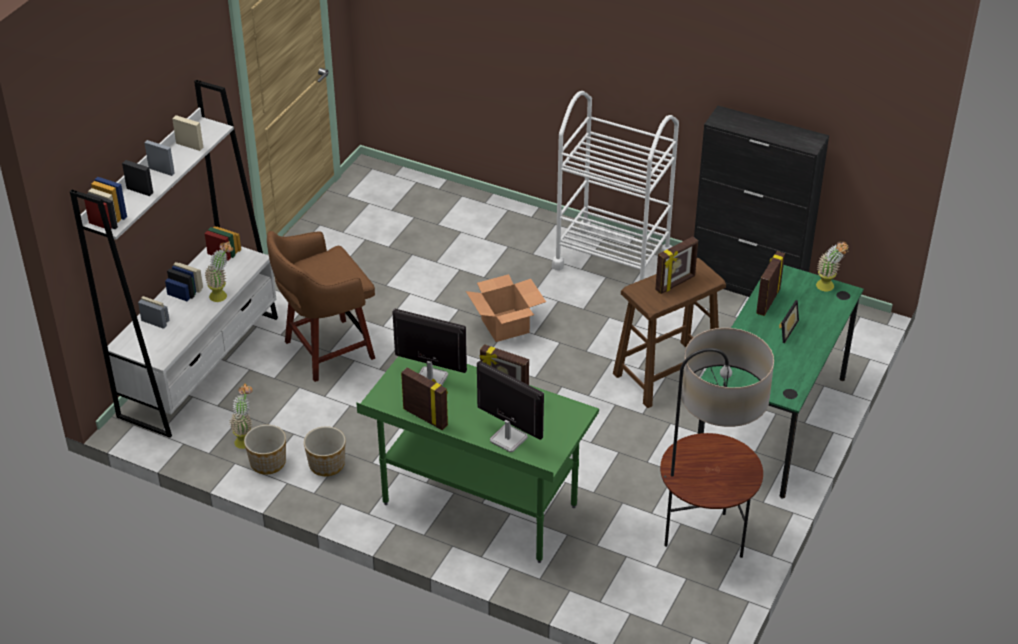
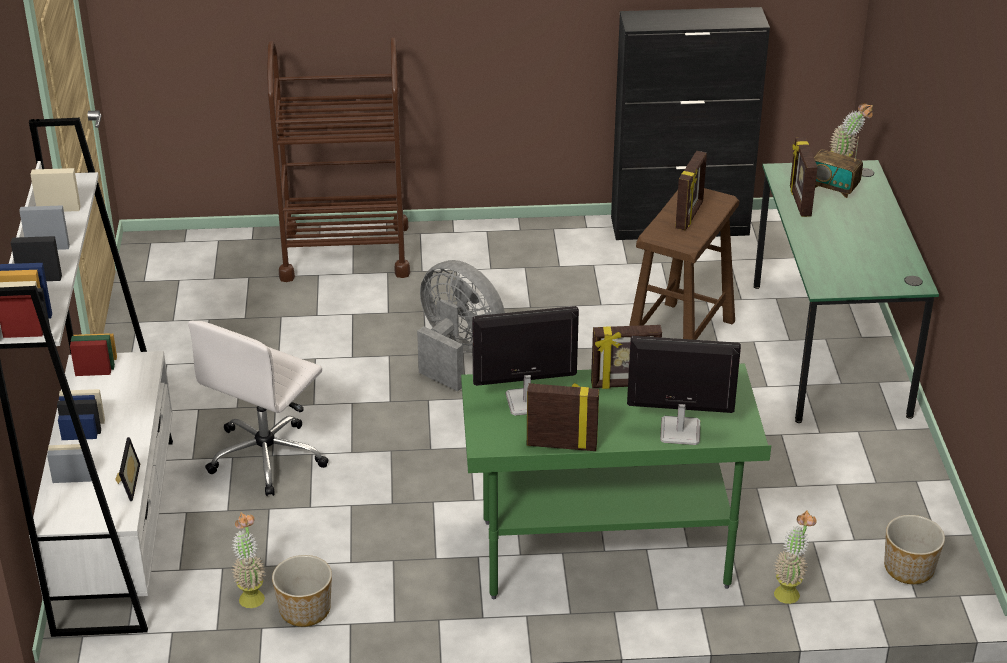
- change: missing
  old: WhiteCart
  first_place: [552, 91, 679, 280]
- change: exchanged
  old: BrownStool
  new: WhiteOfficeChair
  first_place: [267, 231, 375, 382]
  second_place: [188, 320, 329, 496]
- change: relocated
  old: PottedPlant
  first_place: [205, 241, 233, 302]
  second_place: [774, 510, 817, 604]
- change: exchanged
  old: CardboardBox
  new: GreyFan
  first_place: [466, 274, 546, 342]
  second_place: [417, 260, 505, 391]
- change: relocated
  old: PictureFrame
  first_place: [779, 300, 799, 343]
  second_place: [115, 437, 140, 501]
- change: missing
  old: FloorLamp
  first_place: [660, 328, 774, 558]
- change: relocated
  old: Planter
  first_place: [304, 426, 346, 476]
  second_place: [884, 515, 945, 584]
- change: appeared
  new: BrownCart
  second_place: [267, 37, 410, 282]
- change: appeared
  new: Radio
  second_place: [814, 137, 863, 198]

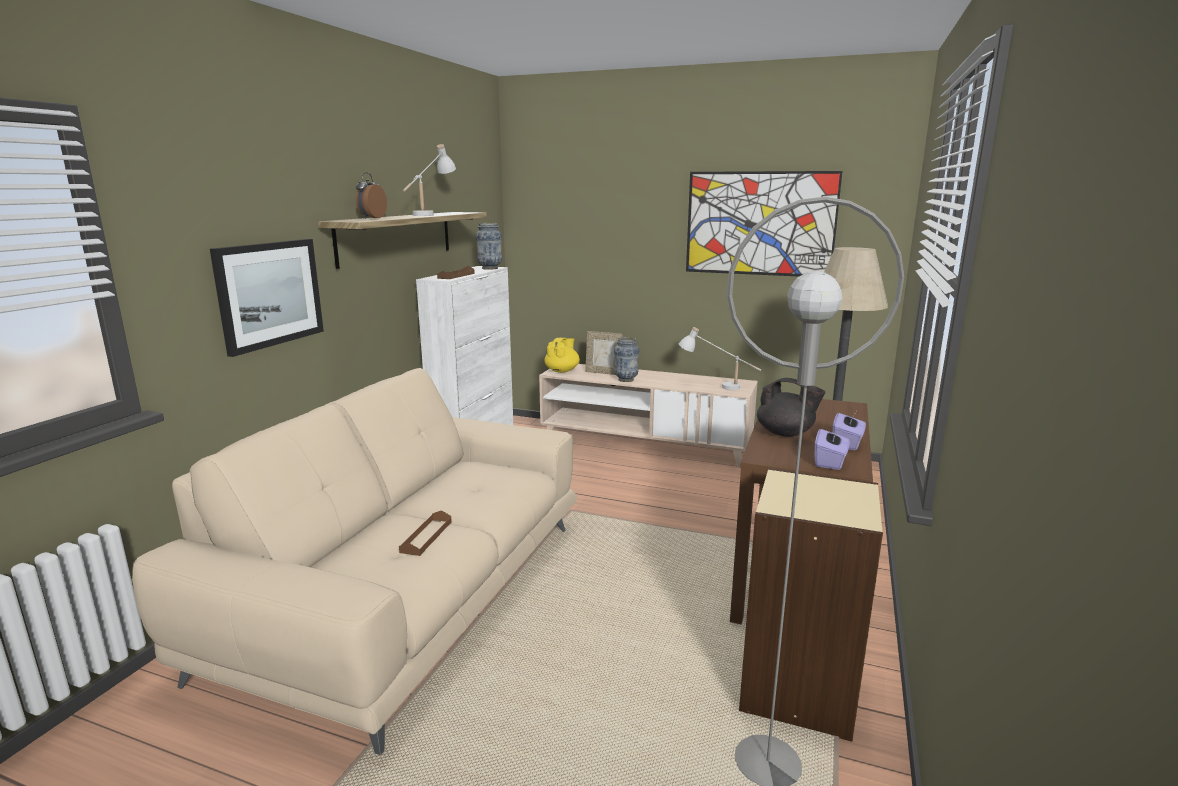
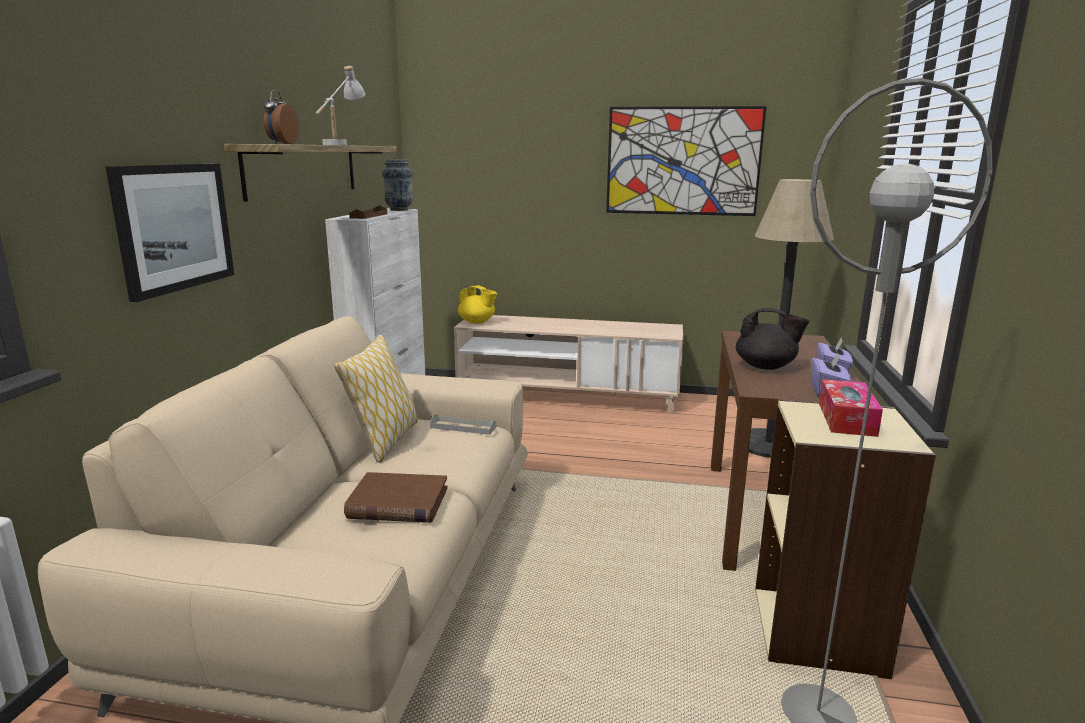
- change: missing
  old: WhiteTableLamp
  first_place: [679, 327, 761, 390]
- change: missing
  old: PictureFrame
  first_place: [585, 331, 623, 375]
- change: missing
  old: Vase
  first_place: [614, 337, 639, 382]
- change: spun
  old: YellowTeapot
  first_place: [544, 338, 580, 373]
  second_place: [458, 286, 497, 324]
  degrees: 105
- change: exchanged
  old: BrownTray
  new: BrownBook
  first_place: [399, 510, 452, 556]
  second_place: [344, 472, 447, 523]
- change: appeared
  new: Pillow
  second_place: [334, 334, 418, 463]
- change: appeared
  new: TissueBox
  second_place: [819, 379, 883, 437]
- change: appeared
  new: GreyTray
  second_place: [430, 414, 496, 435]

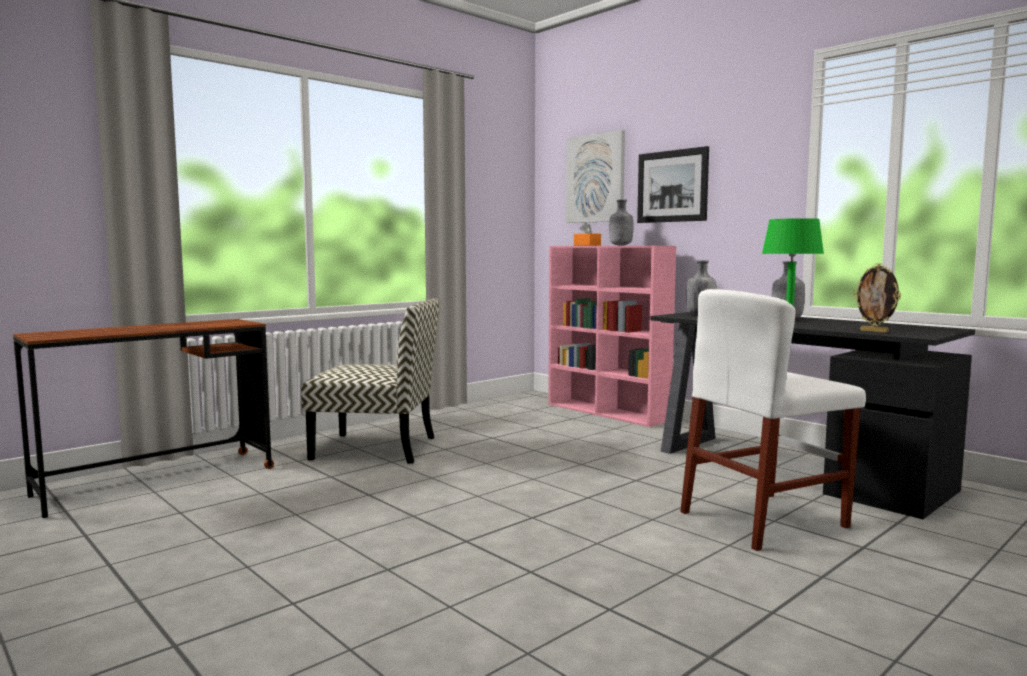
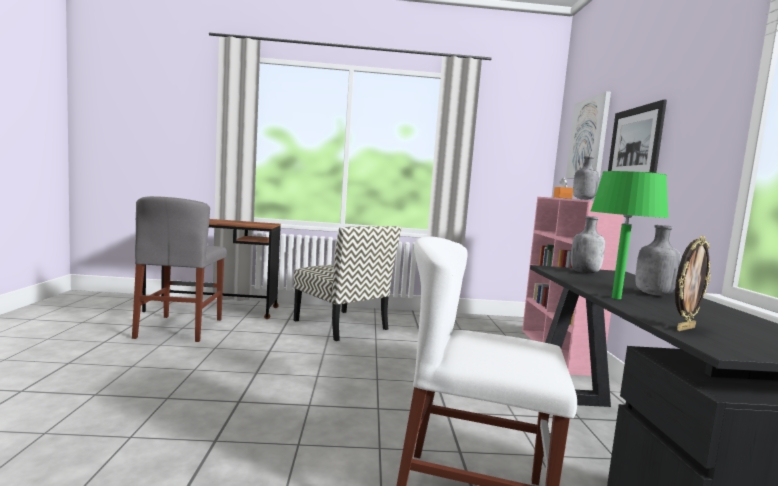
- change: spun
  old: PictureFrame
  first_place: [853, 263, 901, 333]
  second_place: [675, 236, 711, 331]
  degrees: -120
- change: appeared
  new: GreyChair
  second_place: [132, 196, 227, 342]

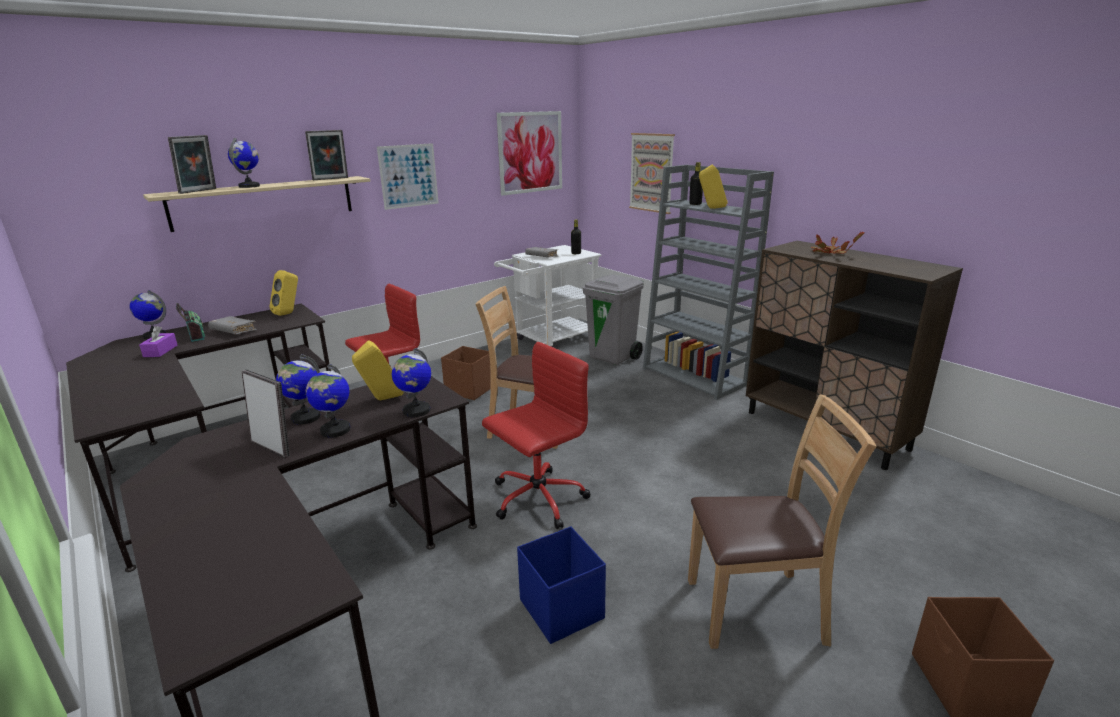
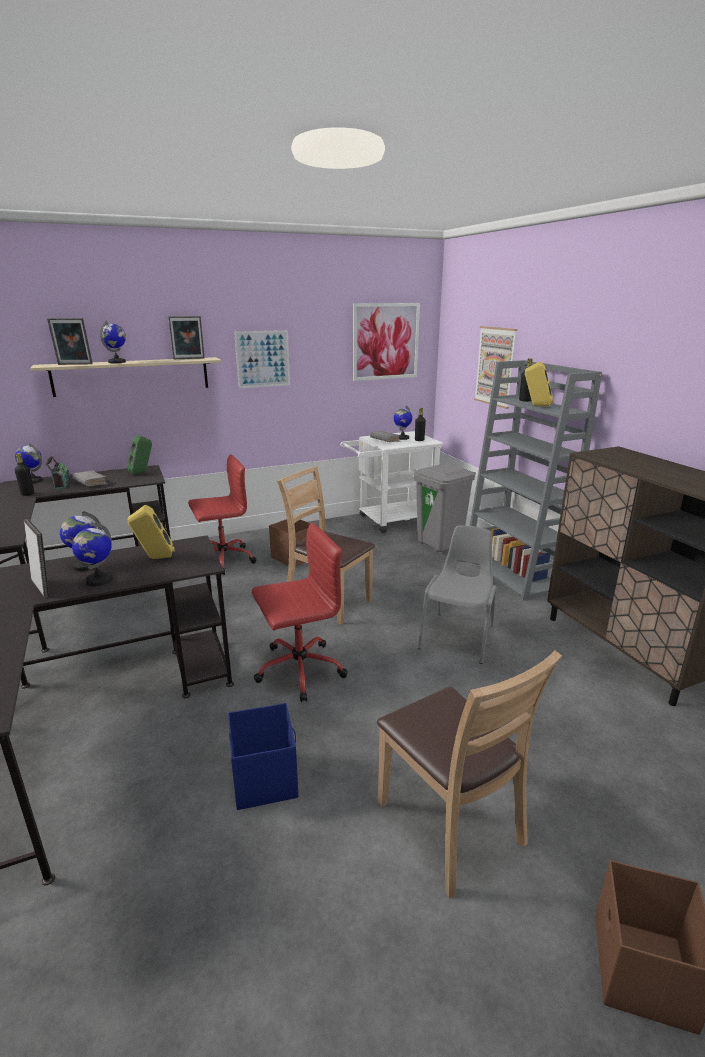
- change: spun
  old: PictureFrame
  first_place: [168, 135, 216, 194]
  second_place: [47, 318, 93, 365]
  degrees: 45
- change: missing
  old: PottedPlant
  first_place: [811, 232, 865, 254]
- change: colour
  old: YellowSpeaker
  new: GreenSpeaker
  first_place: [269, 270, 298, 316]
  second_place: [127, 435, 152, 474]
- change: exchanged
  old: PurpleTissueBox
  new: BlackBottle
  first_place: [139, 326, 178, 357]
  second_place: [15, 453, 34, 496]
- change: relocated
  old: Globe
  first_place: [392, 348, 431, 417]
  second_place: [394, 406, 412, 440]
- change: spun
  old: BrownChair
  first_place: [688, 394, 877, 649]
  second_place: [377, 650, 562, 898]
  degrees: 45
- change: appeared
  new: GreyChair
  second_place: [418, 525, 496, 664]

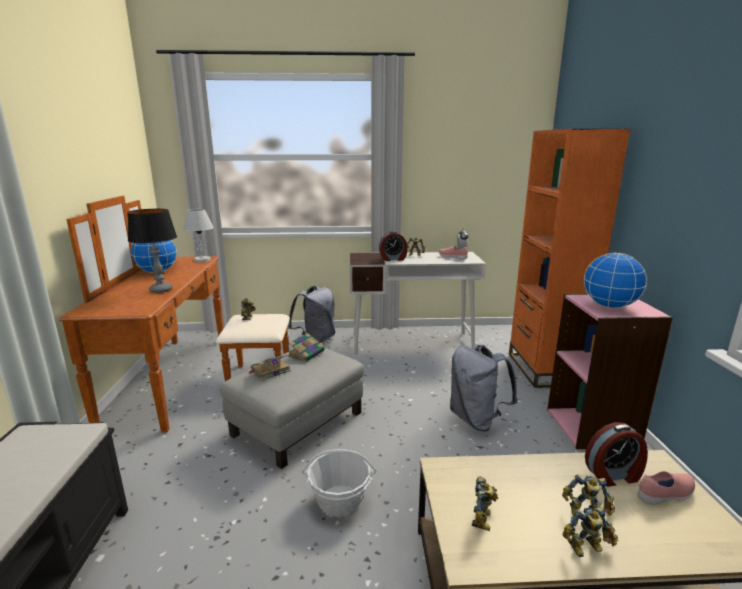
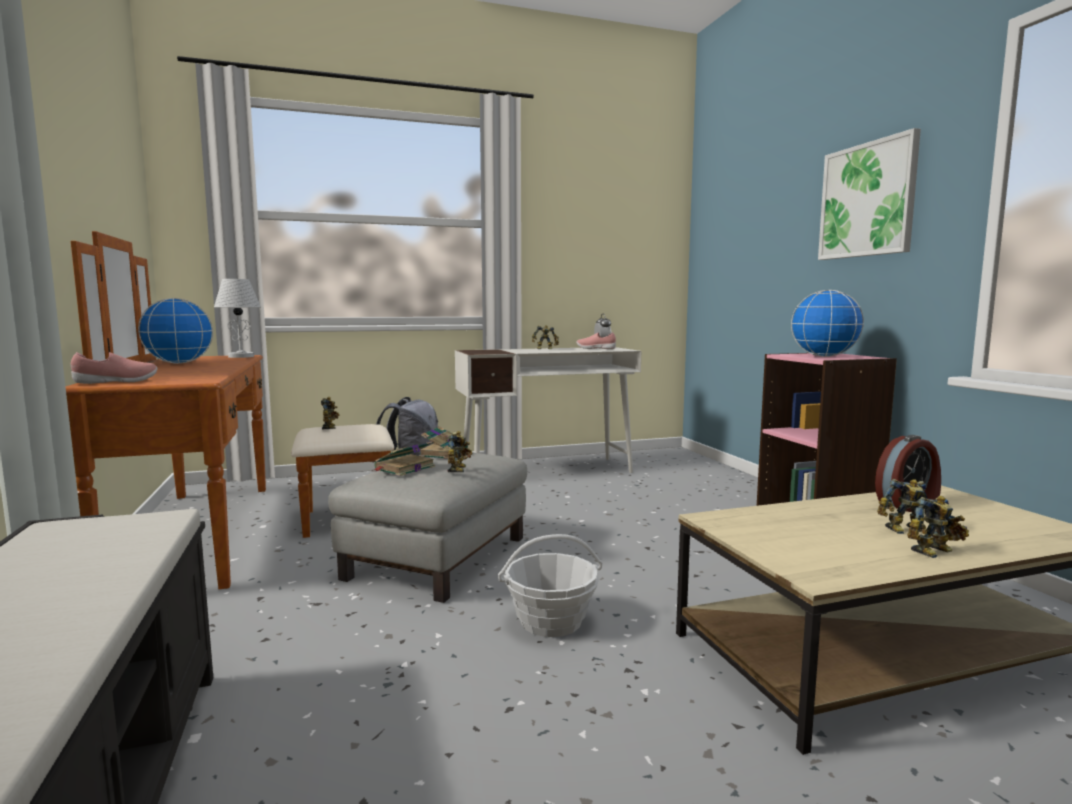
- change: missing
  old: OrangeBookcase
  first_place: [509, 129, 631, 388]
- change: missing
  old: TableLamp
  first_place: [128, 209, 177, 293]
- change: missing
  old: AlarmClock
  first_place: [379, 231, 408, 261]
- change: missing
  old: GreyBackpack
  first_place: [450, 344, 518, 431]
- change: relocated
  old: PinkShoe
  first_place: [637, 471, 695, 505]
  second_place: [71, 352, 157, 384]
- change: relocated
  old: ToyRobot
  first_place: [472, 476, 498, 531]
  second_place: [448, 431, 473, 472]
- change: appeared
  new: Picture
  second_place: [818, 128, 921, 260]

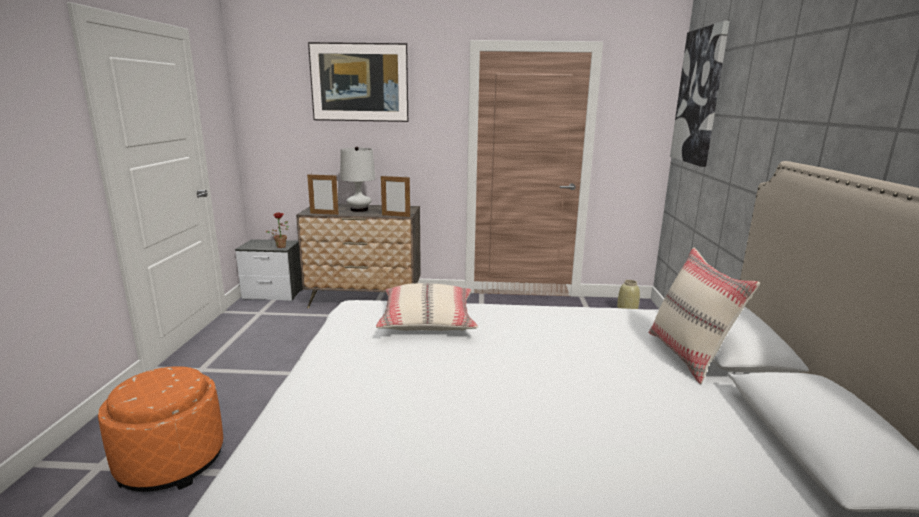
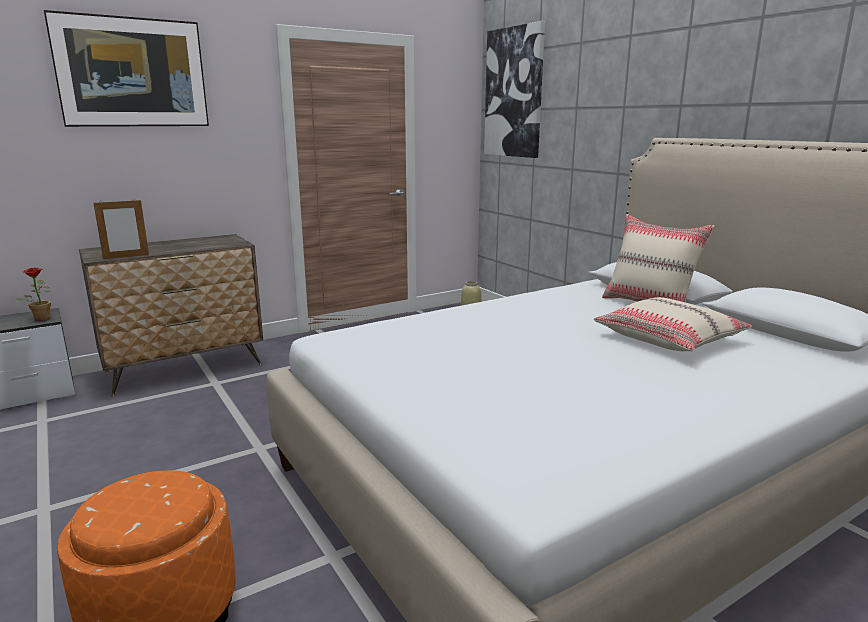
- change: missing
  old: WhiteTableLamp
  first_place: [340, 147, 376, 212]
- change: missing
  old: PictureFrame
  first_place: [381, 176, 410, 217]
- change: relocated
  old: BeigePillow
  first_place: [376, 283, 478, 331]
  second_place: [594, 297, 752, 351]

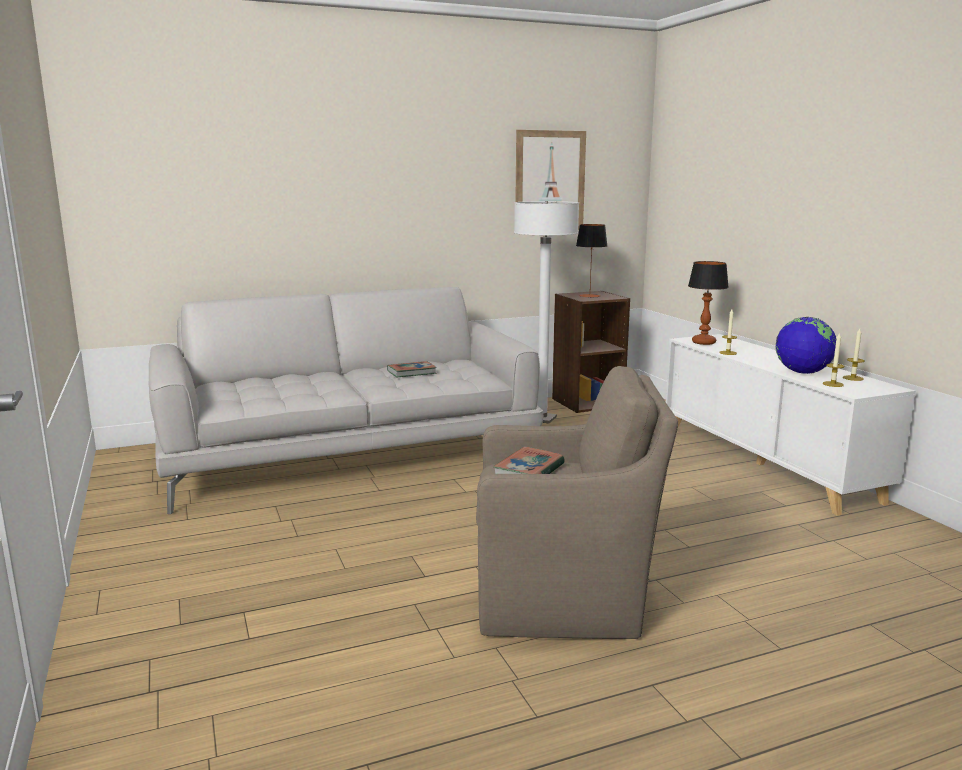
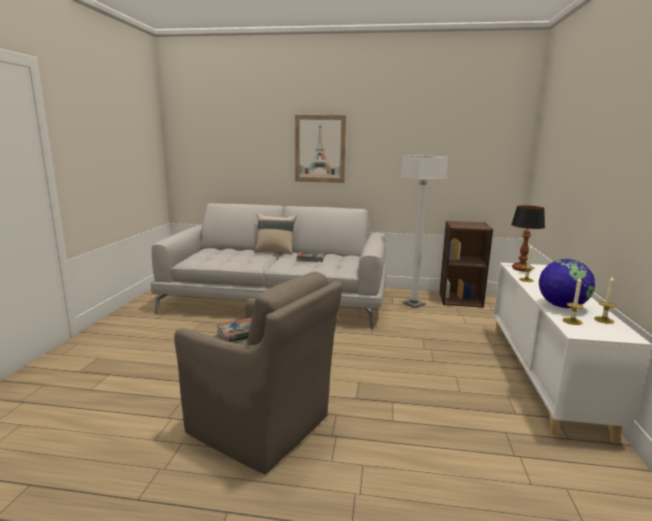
- change: relocated
  old: Picture
  first_place: [515, 130, 586, 230]
  second_place: [295, 115, 346, 183]
- change: missing
  old: TableLamp
  first_place: [576, 224, 607, 298]
- change: appeared
  new: BeigePillow
  second_place: [254, 214, 296, 255]

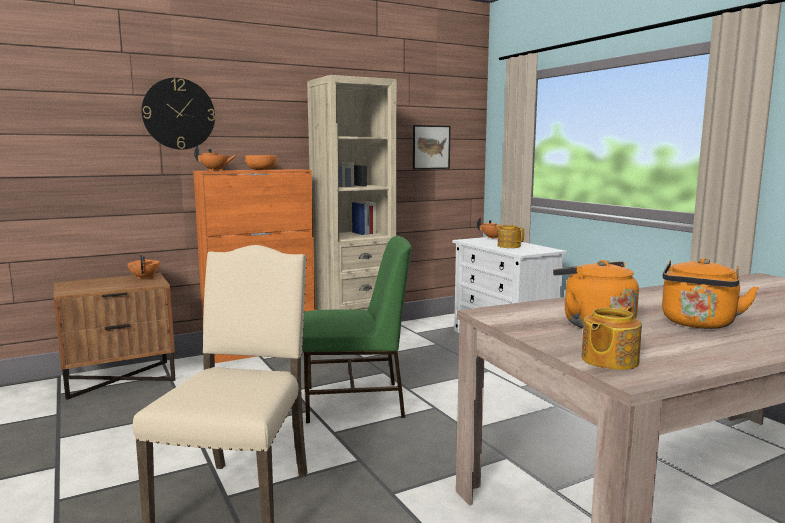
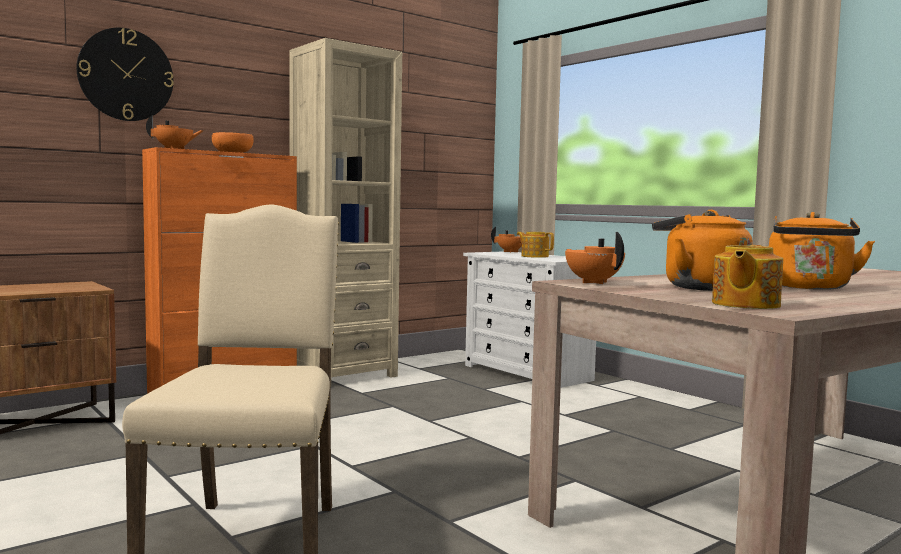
- change: missing
  old: Picture
  first_place: [413, 125, 451, 169]
- change: missing
  old: GreenChair
  first_place: [302, 236, 412, 423]
- change: relocated
  old: OrangeTeapot
  first_place: [128, 255, 160, 280]
  second_place: [565, 232, 625, 284]

